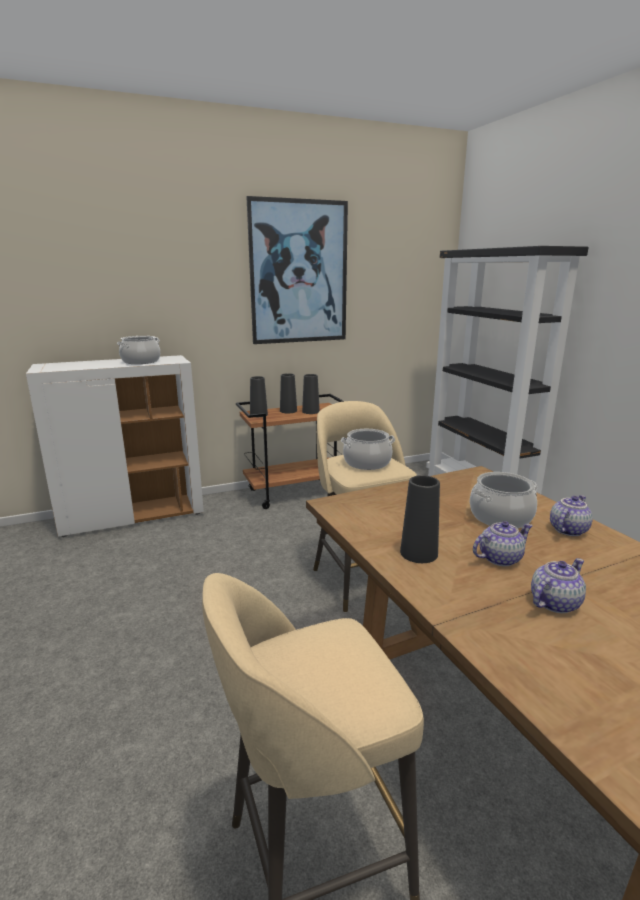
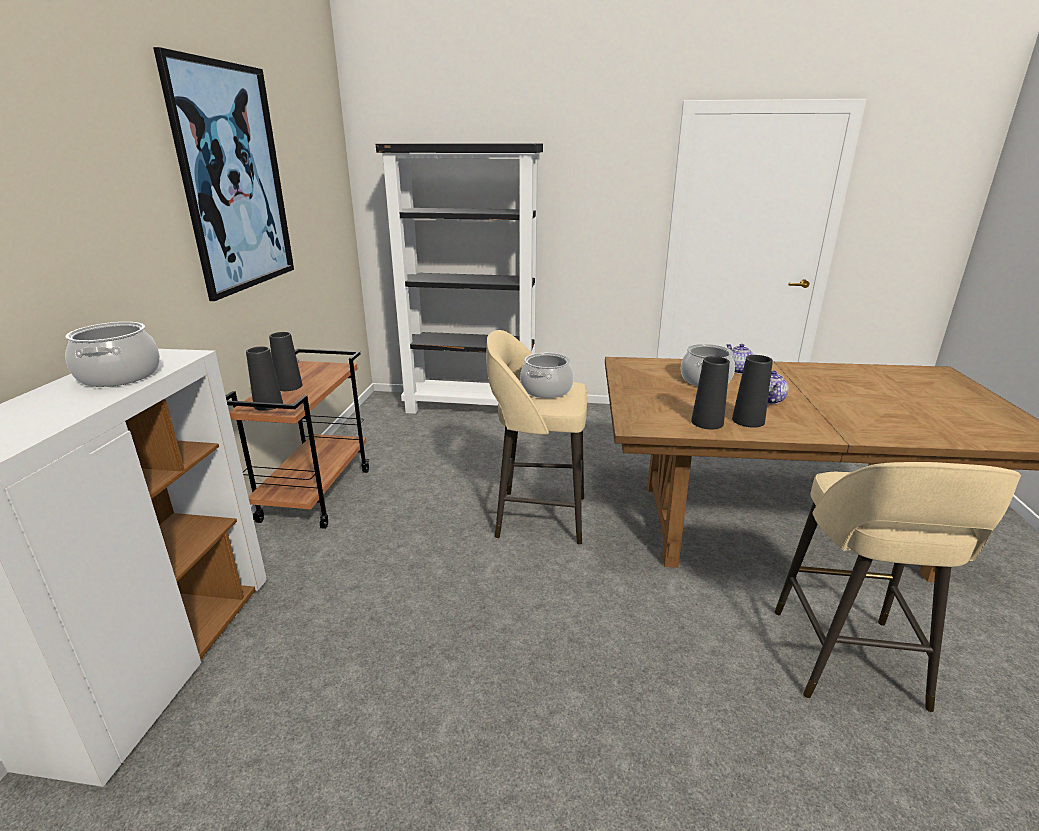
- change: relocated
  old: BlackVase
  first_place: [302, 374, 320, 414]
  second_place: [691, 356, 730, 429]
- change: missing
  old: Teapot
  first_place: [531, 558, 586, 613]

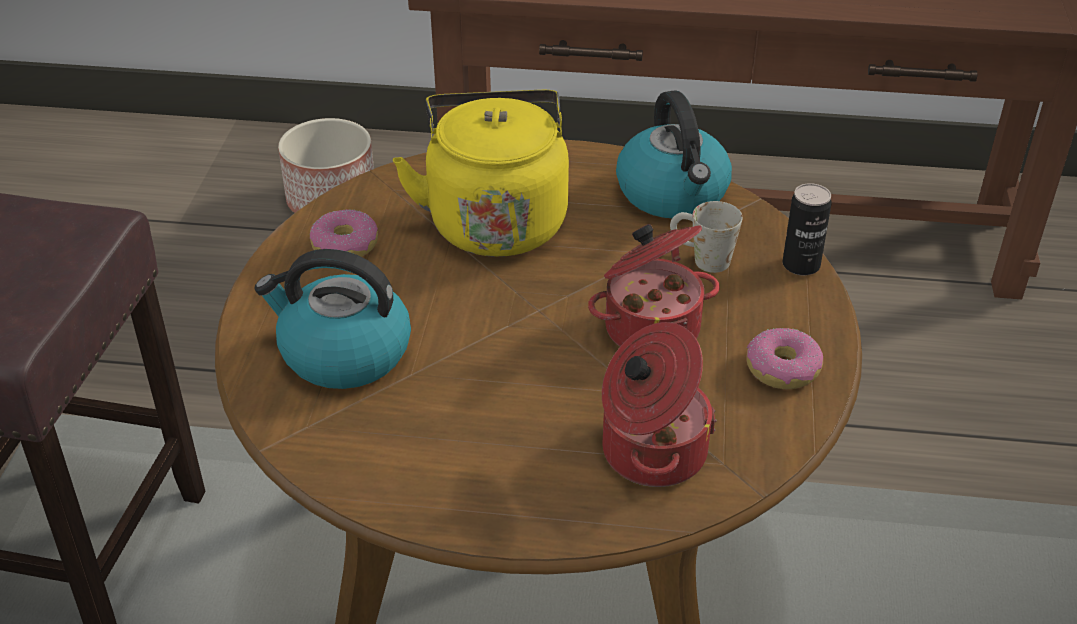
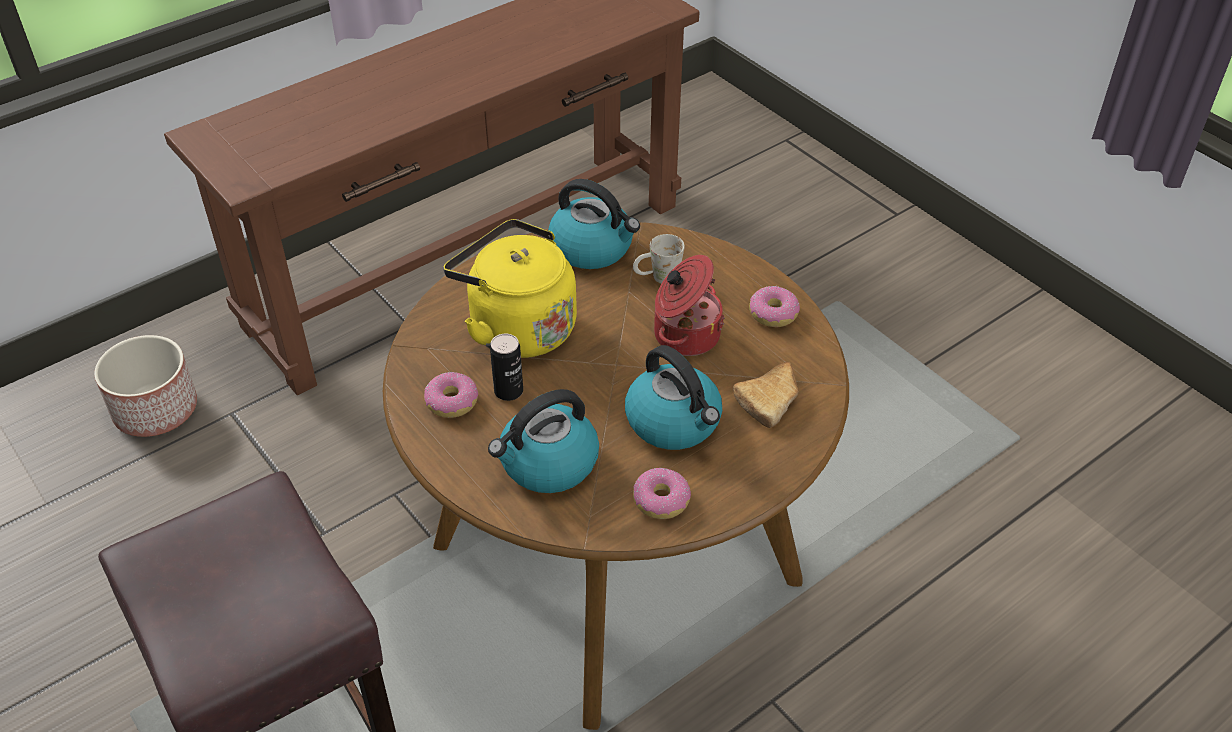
- change: relocated
  old: Can
  first_place: [782, 183, 832, 275]
  second_place: [490, 334, 523, 401]
- change: exchanged
  old: CookingPot
  new: Bread
  first_place: [602, 322, 717, 487]
  second_place: [733, 362, 799, 428]
- change: appeared
  new: Kettle
  second_place: [625, 345, 722, 450]
- change: appeared
  new: Donut
  second_place: [633, 467, 691, 519]

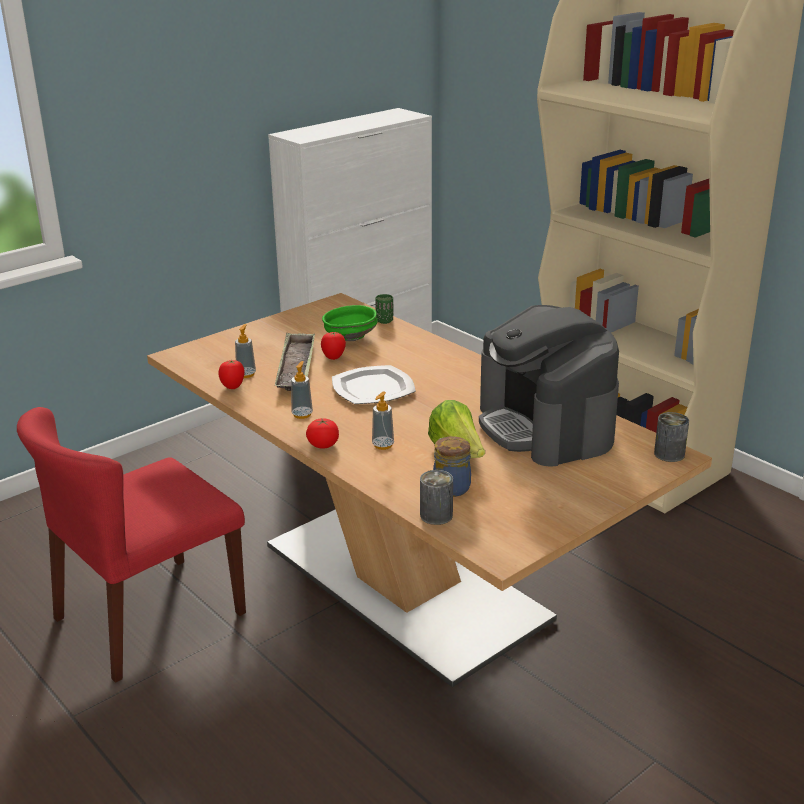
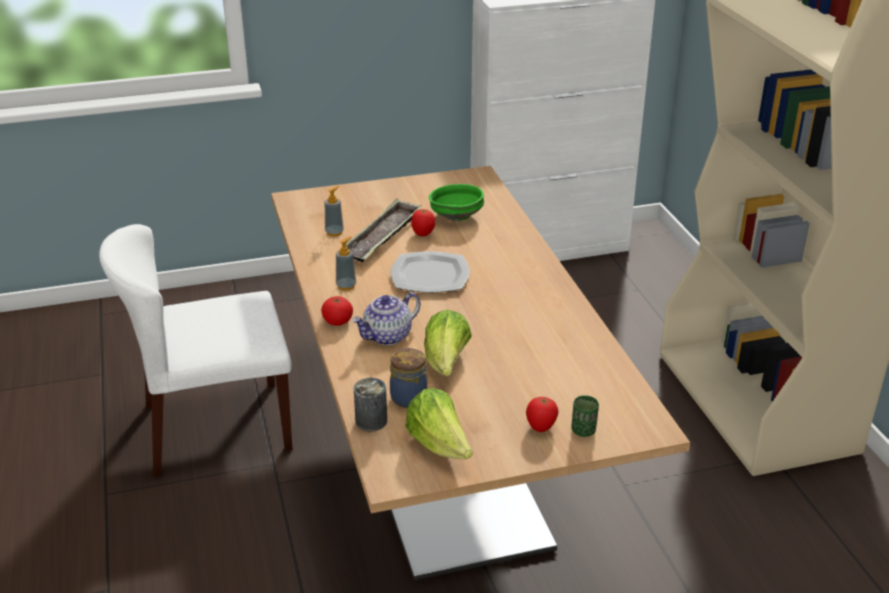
- change: relocated
  old: GreenCup
  first_place: [375, 294, 393, 324]
  second_place: [571, 395, 599, 437]
- change: missing
  old: CoffeeMachine
  first_place: [479, 305, 619, 467]
- change: relocated
  old: Tomato
  first_place: [218, 360, 245, 389]
  second_place: [526, 397, 558, 432]
- change: exchanged
  old: SoapDispenser
  new: Teapot
  first_place: [372, 391, 394, 450]
  second_place: [352, 292, 420, 345]
- change: colour
  old: RedChair
  new: WhiteChair
  first_place: [17, 407, 246, 683]
  second_place: [99, 224, 292, 477]
- change: missing
  old: Can
  first_place: [654, 412, 689, 462]
- change: appeared
  new: Lettuce
  second_place: [406, 388, 473, 459]

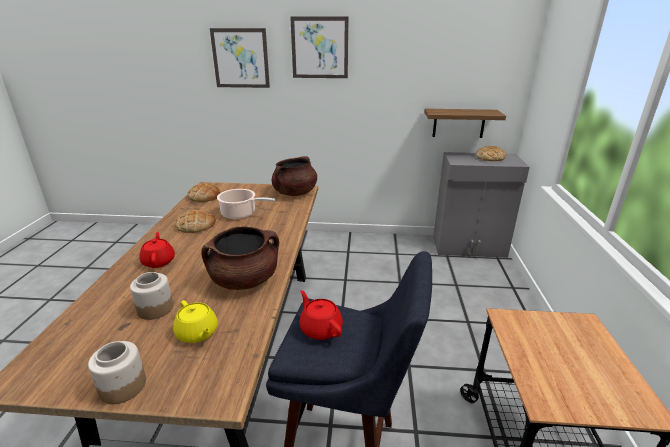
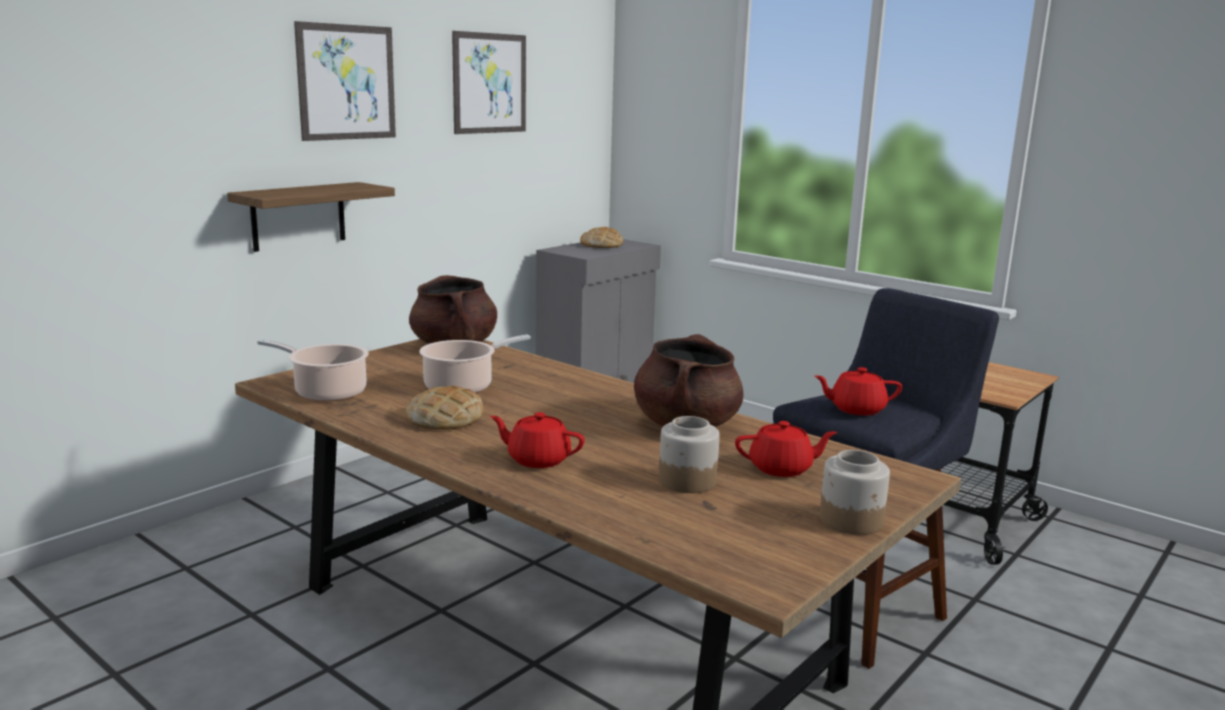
- change: relocated
  old: Picture
  first_place: [210, 28, 270, 88]
  second_place: [452, 31, 526, 134]
- change: relocated
  old: Shelf
  first_place: [424, 109, 506, 138]
  second_place: [227, 182, 395, 252]
- change: exchanged
  old: Bread
  new: CookingPot
  first_place: [187, 183, 220, 202]
  second_place: [257, 339, 369, 402]
- change: colour
  old: YellowTeapot
  new: RedTeapot
  first_place: [173, 300, 218, 343]
  second_place: [735, 421, 837, 477]

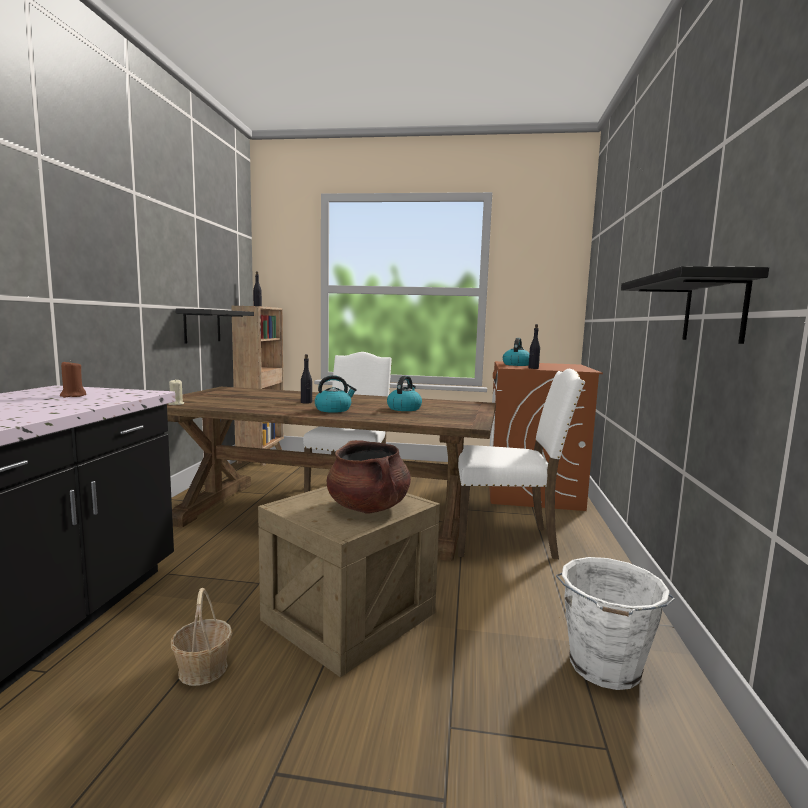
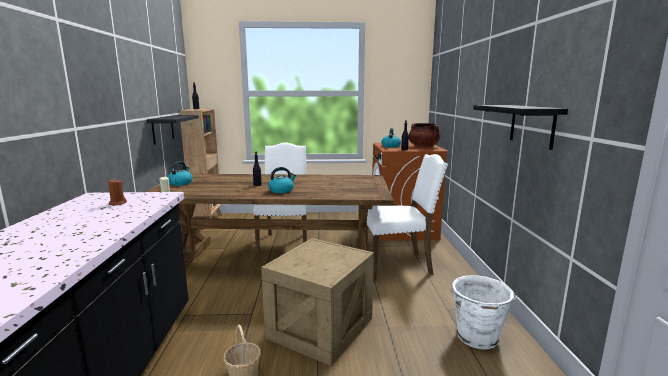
- change: relocated
  old: Kettle
  first_place: [387, 376, 422, 411]
  second_place: [168, 162, 193, 186]
- change: relocated
  old: BrownCookingPot
  first_place: [327, 440, 411, 513]
  second_place: [408, 123, 441, 147]

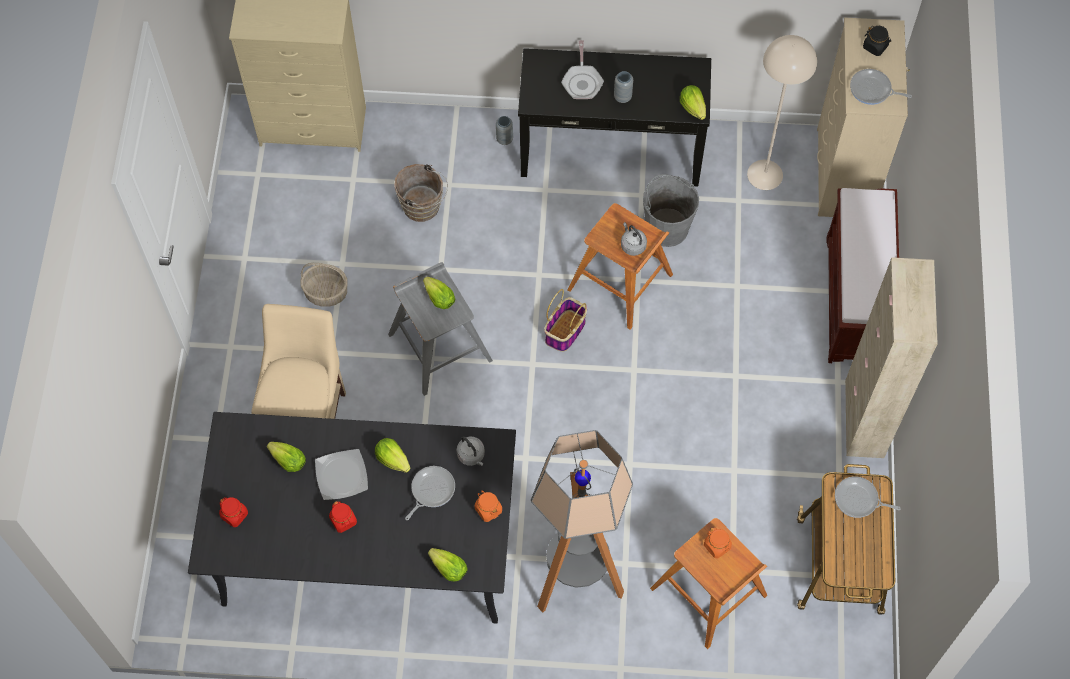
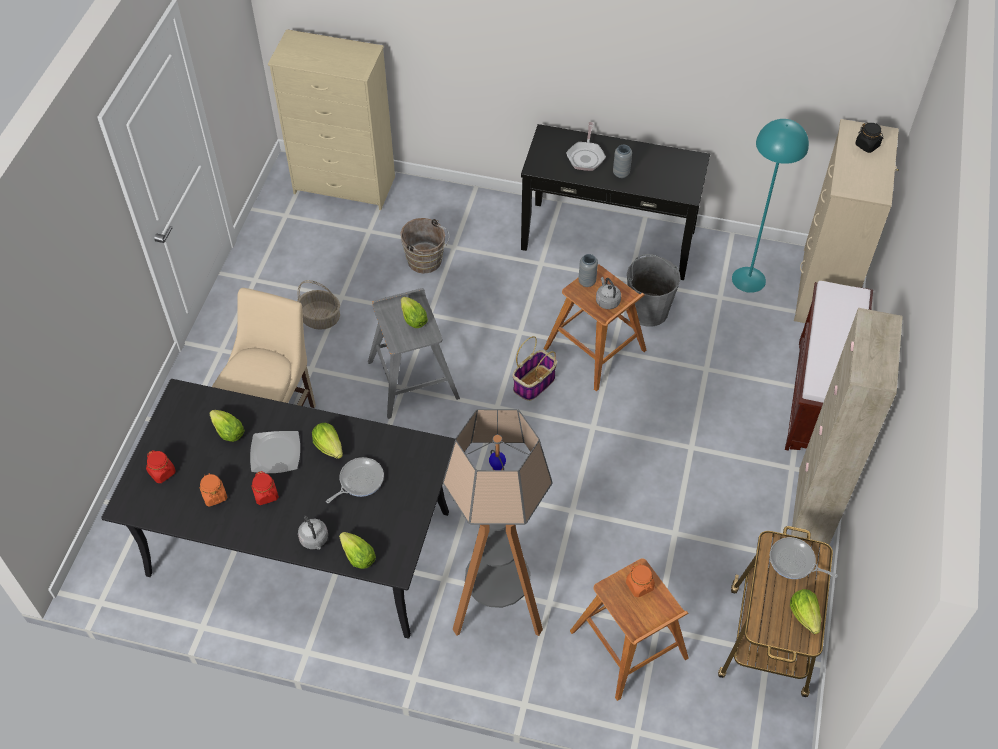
- change: colour
  old: BeigeFloorLamp
  new: TurquoiseFloorLamp
  first_place: [747, 35, 817, 190]
  second_place: [732, 119, 809, 293]
- change: missing
  old: FryingPan
  first_place: [850, 69, 912, 105]
- change: relocated
  old: Lettuce
  first_place: [680, 85, 706, 120]
  second_place: [790, 589, 821, 634]
- change: relocated
  old: GreyVase
  first_place: [496, 116, 513, 145]
  second_place: [578, 254, 598, 287]
- change: relocated
  old: GreyKettle
  first_place: [457, 436, 485, 466]
  second_place: [298, 515, 328, 550]
- change: relocated
  old: OrangeJar
  first_place: [475, 490, 502, 522]
  second_place: [200, 473, 227, 507]

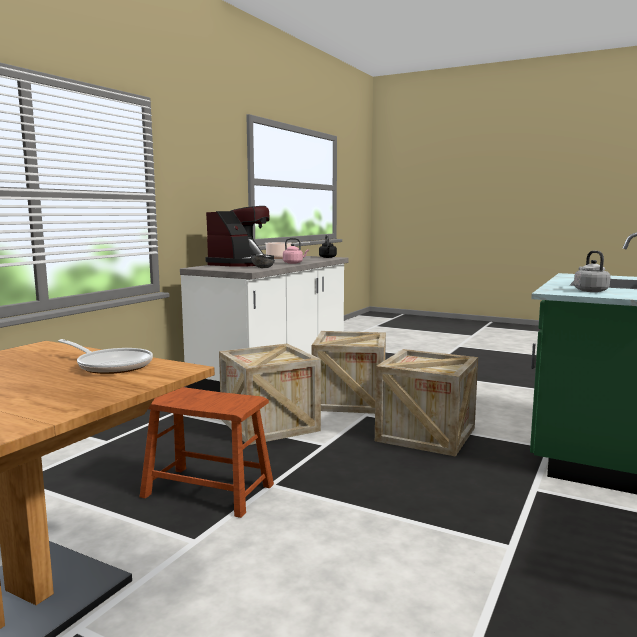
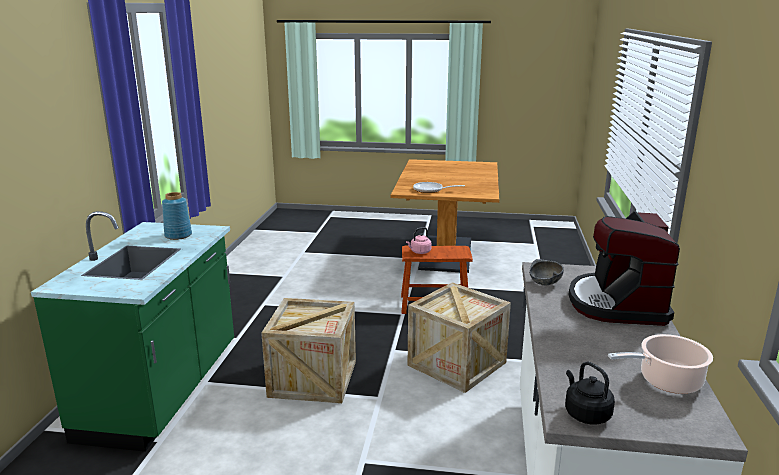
- change: relocated
  old: PinkKettle
  first_place: [283, 238, 309, 264]
  second_place: [406, 227, 432, 254]
- change: exchanged
  old: GreyKettle
  new: BlueVase
  first_place: [574, 251, 610, 292]
  second_place: [162, 192, 192, 240]
- change: missing
  old: Crate
  first_place: [312, 331, 386, 414]

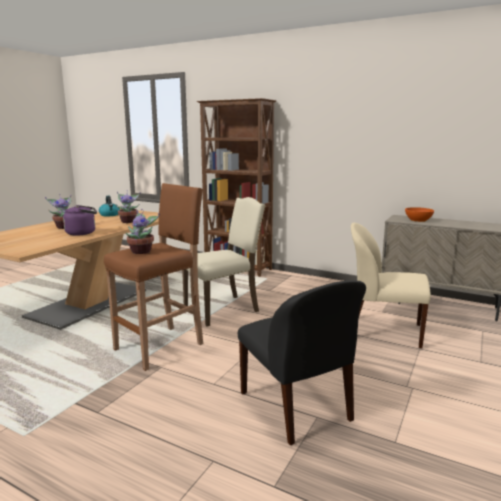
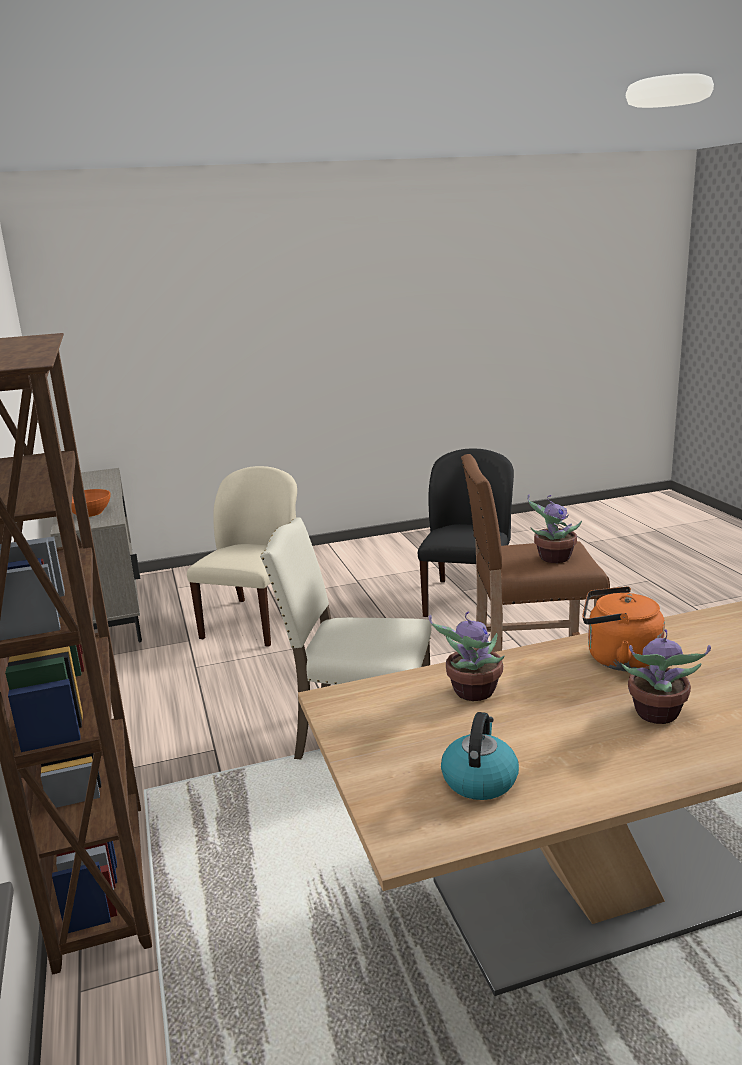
- change: colour
  old: PurpleKettle
  new: OrangeKettle
  first_place: [63, 205, 97, 236]
  second_place: [582, 586, 665, 671]
- change: spun
  old: BeigeChair
  first_place: [351, 223, 431, 348]
  second_place: [187, 466, 297, 647]
  degrees: -135

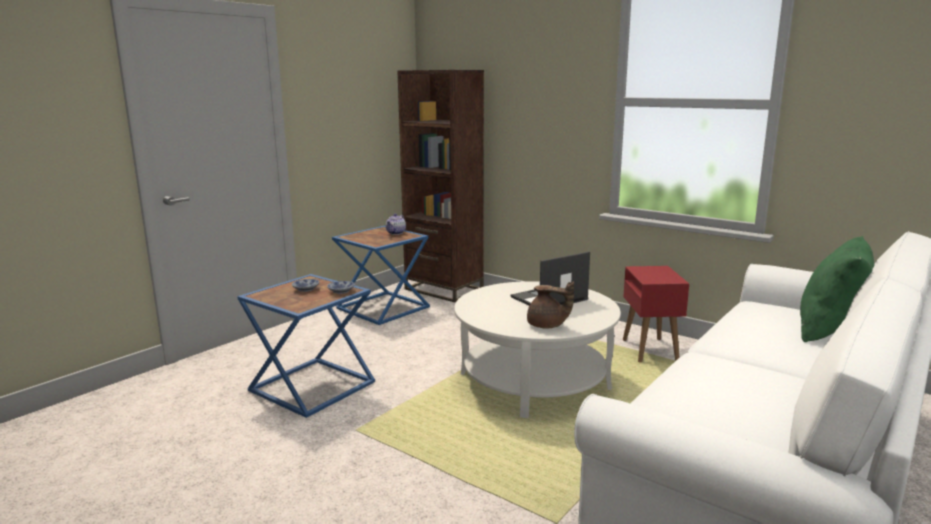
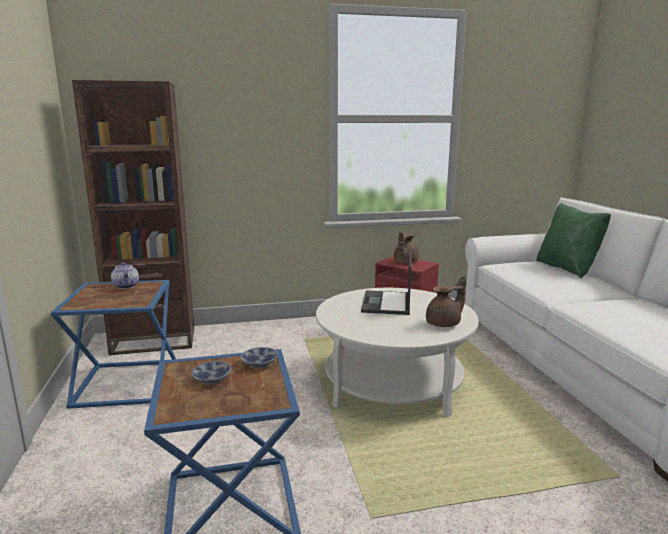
- change: appeared
  new: BrownTeapot
  second_place: [394, 232, 419, 263]

